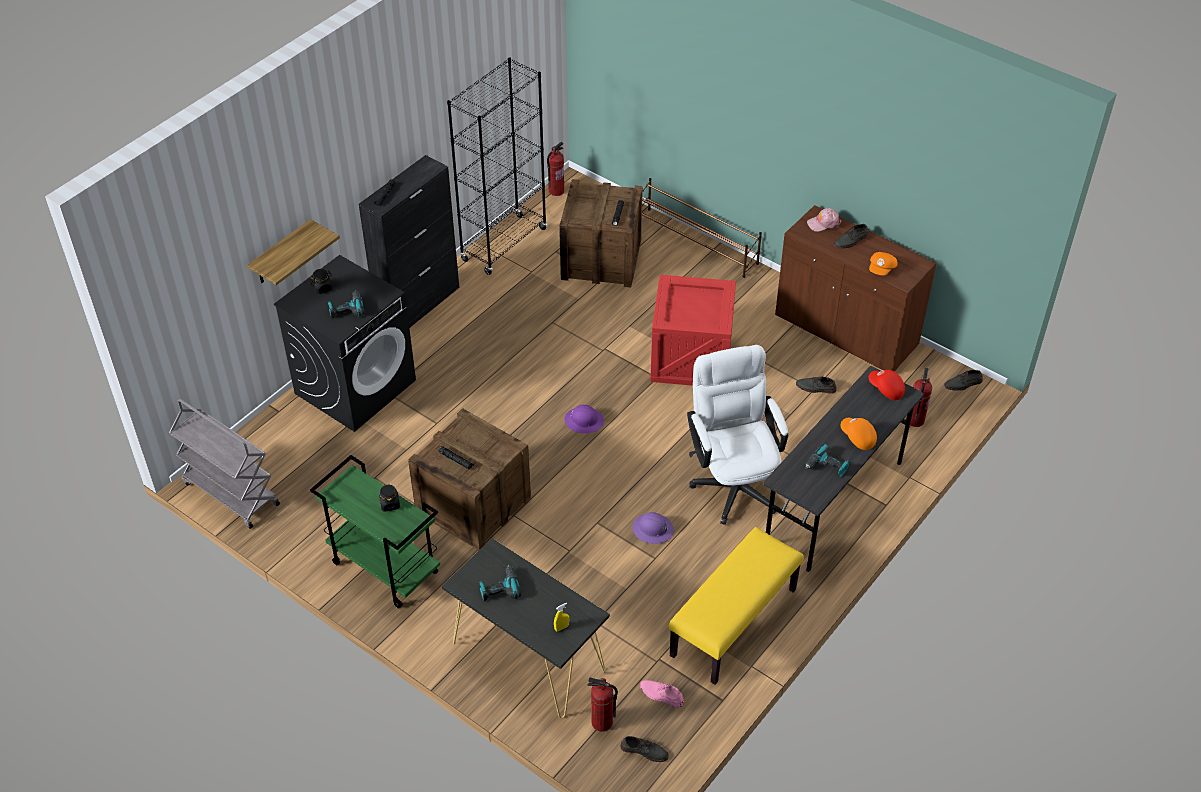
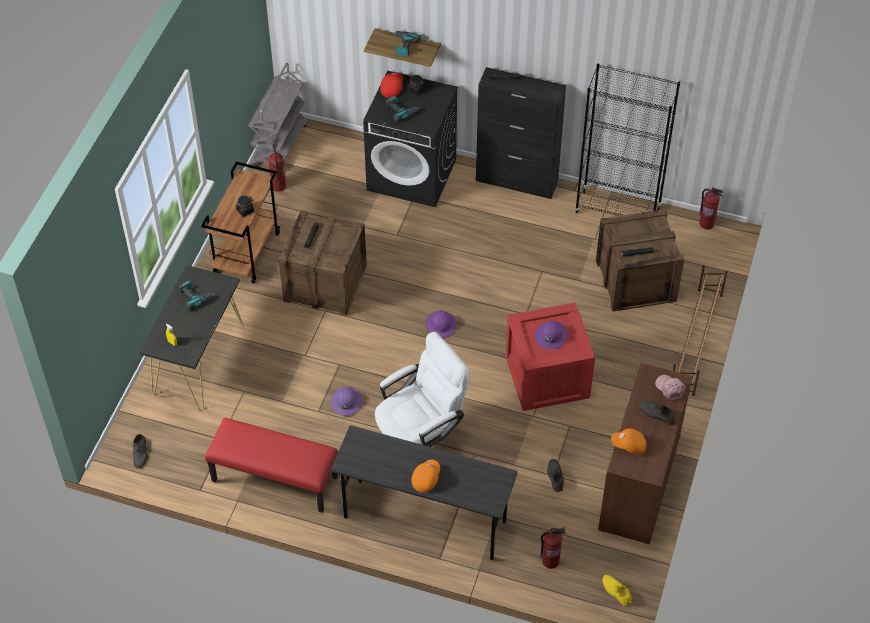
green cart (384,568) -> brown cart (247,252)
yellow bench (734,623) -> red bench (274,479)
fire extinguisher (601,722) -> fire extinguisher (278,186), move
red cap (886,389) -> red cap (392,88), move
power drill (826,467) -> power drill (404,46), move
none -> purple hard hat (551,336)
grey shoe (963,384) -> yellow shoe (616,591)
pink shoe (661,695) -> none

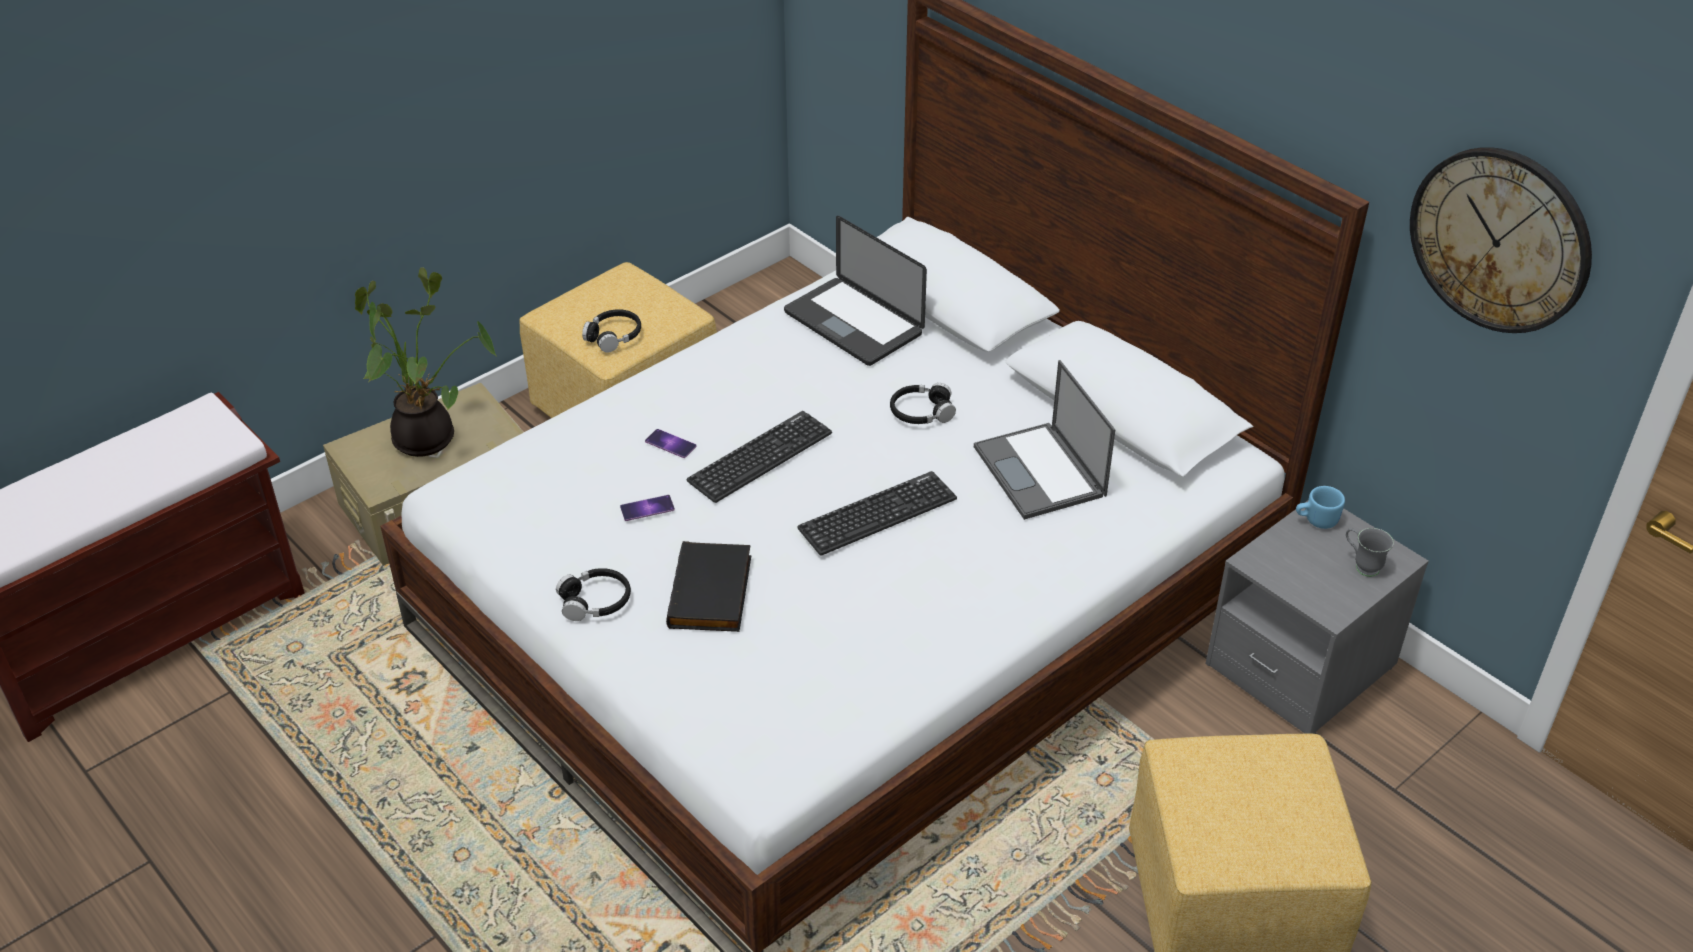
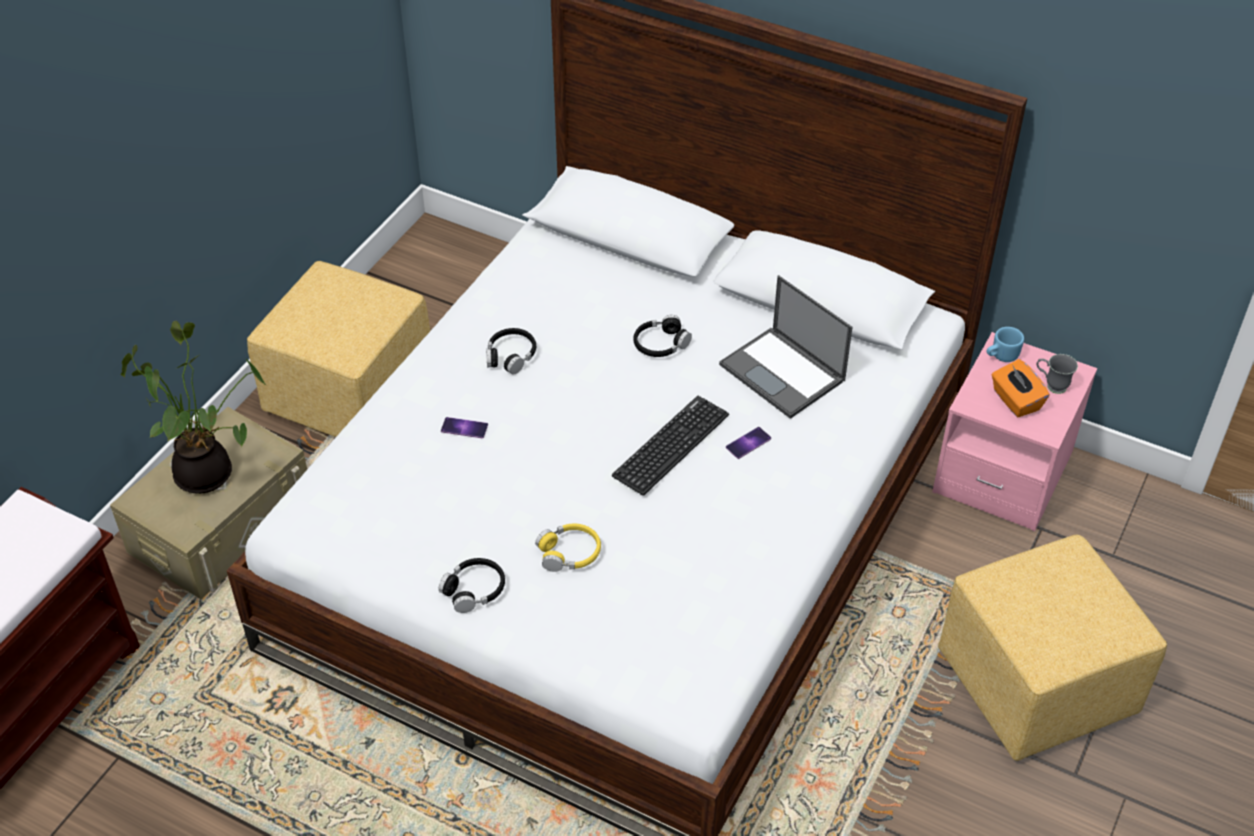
black headphones (614,336) -> black headphones (511,356), move
black book (713,592) -> yellow headphones (569,553)
phone (647,508) -> phone (748,443), move
grey nightstand (1300,665) -> pink nightstand (1002,473)
none -> orange tissue box (1015,401)
keyboard (760,457) -> none
laptop (853,323) -> none
wall clock (1500,239) -> none

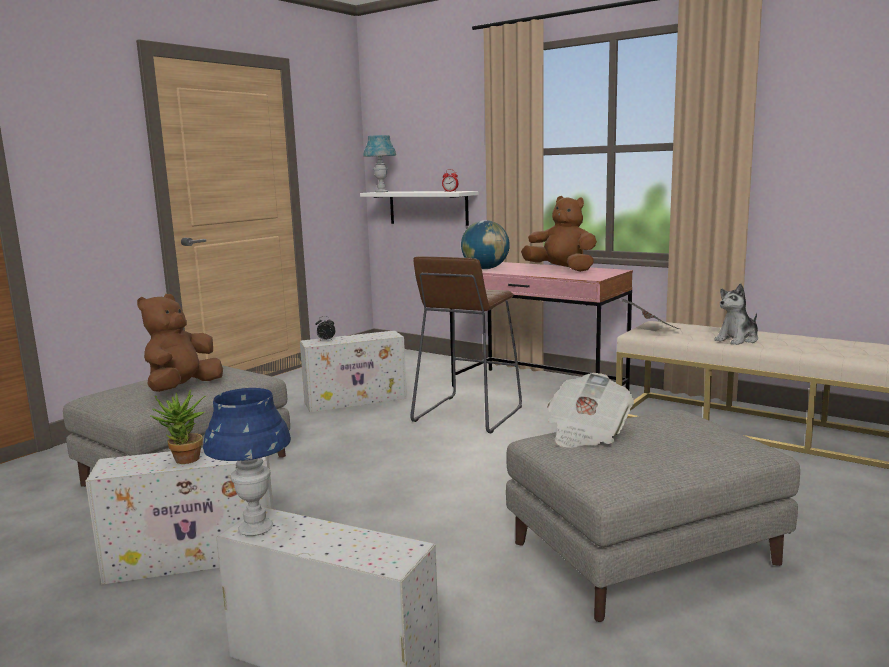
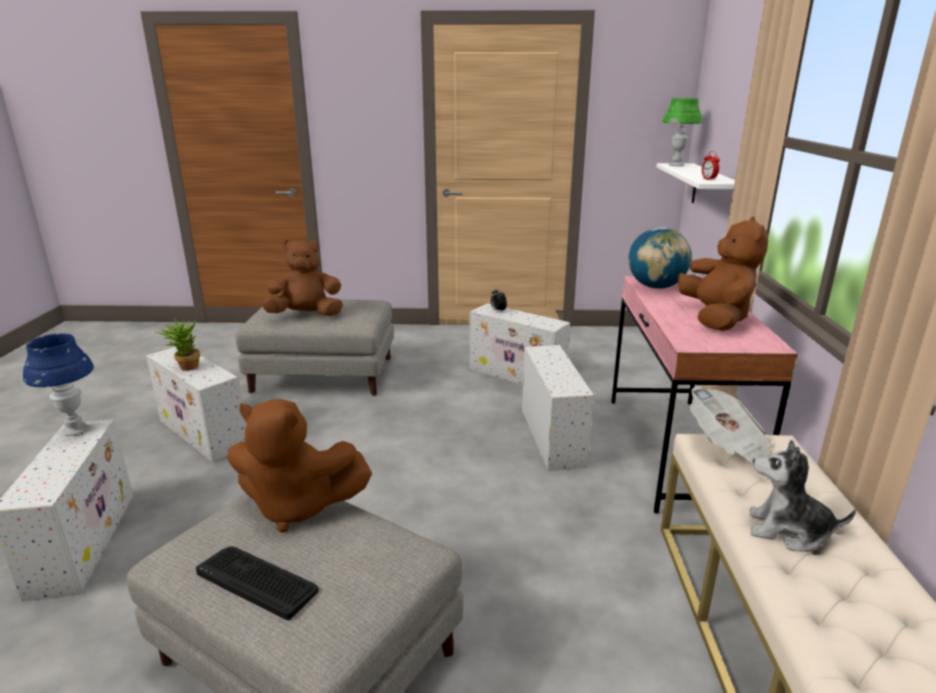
none -> keyboard (257,581)
newspaper (586,433) -> brown plush toy (297,506)
brown stool (467,414) -> white storage box (551,436)
blue table lamp (381,192) -> green table lamp (676,165)

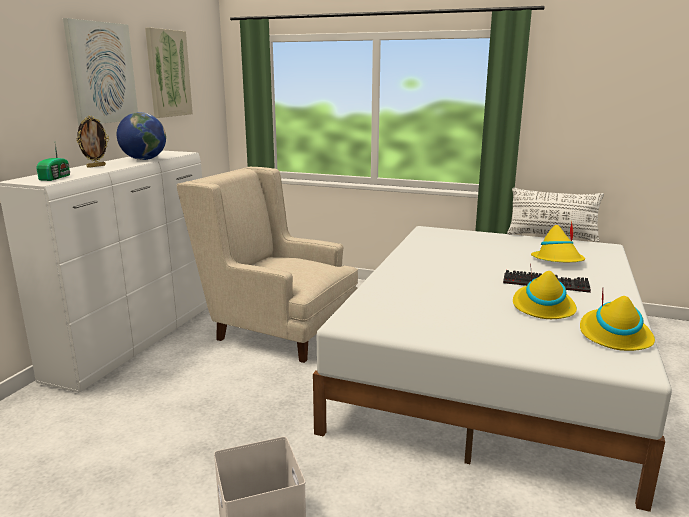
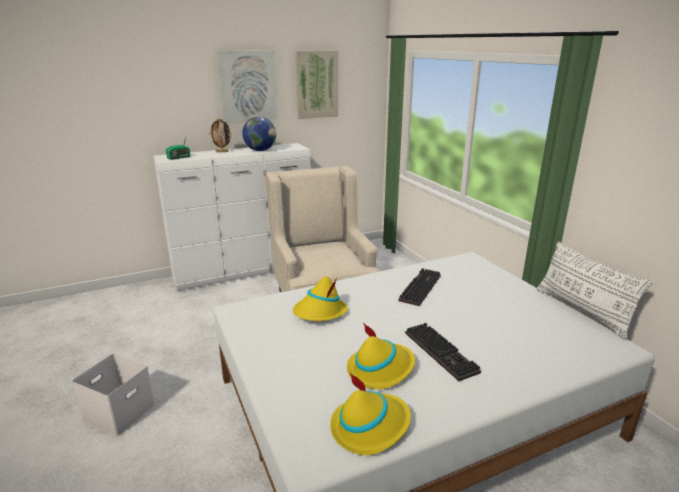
yellow hat (558,261) -> yellow hat (320,313), move
none -> keyboard (419,287)

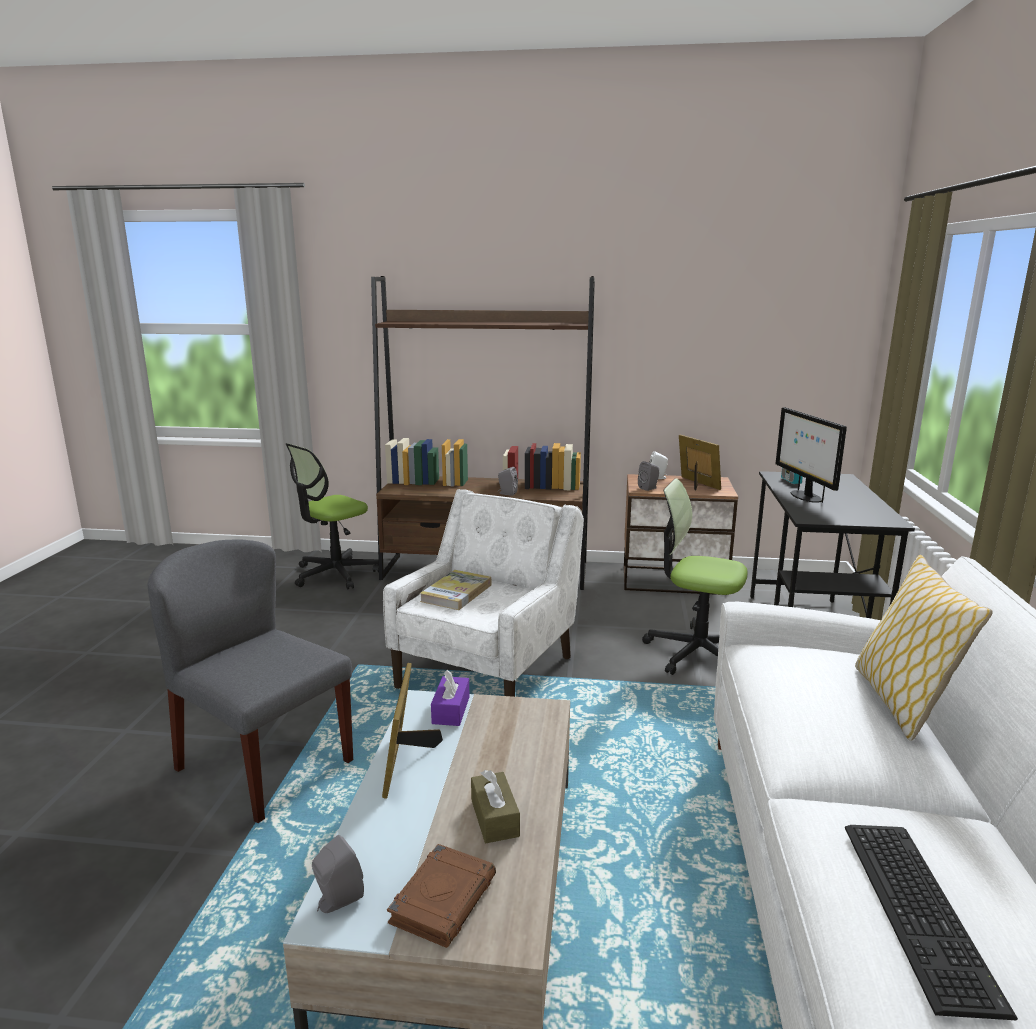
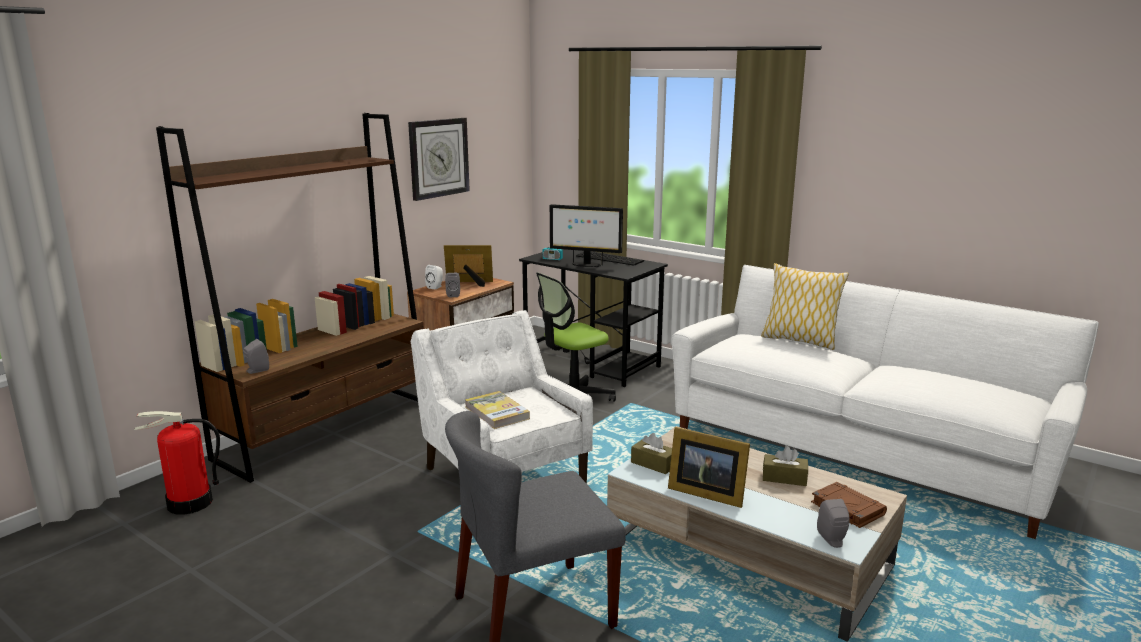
office chair (335,574) -> fire extinguisher (189,503)
grey speaker (506,493) -> grey speaker (256,370), move
none -> wall clock (438,158)
keyboard (921,908) -> keyboard (609,258), move
purple tissue box (451,710) -> brown tissue box (653,464)

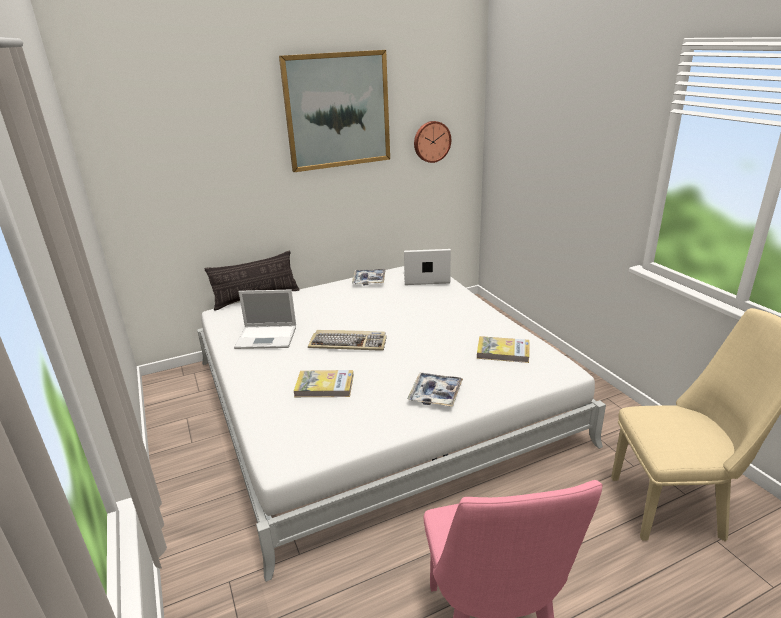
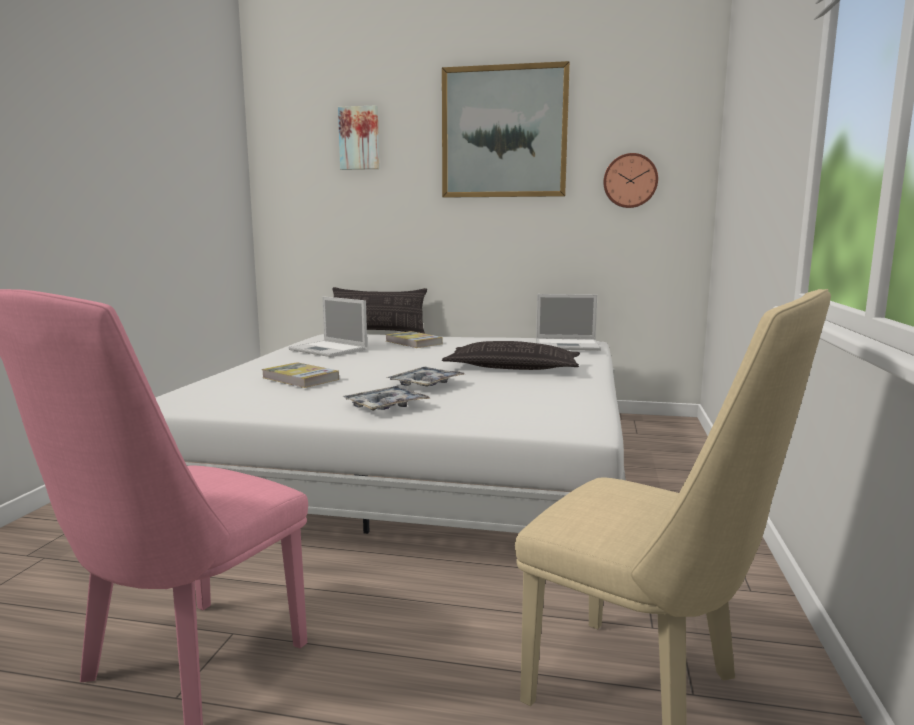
none -> picture (359,138)
book (503,352) -> book (413,342), move
tray (369,280) -> tray (425,384), move
none -> pillow (512,368)
laptop (425,278) -> laptop (568,345), 150 degrees clockwise
keyboard (349,343) -> none

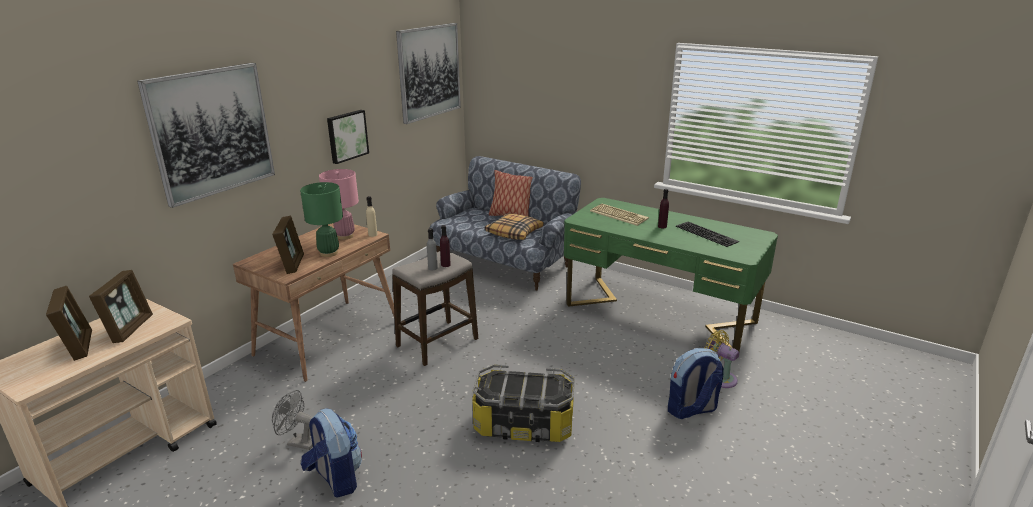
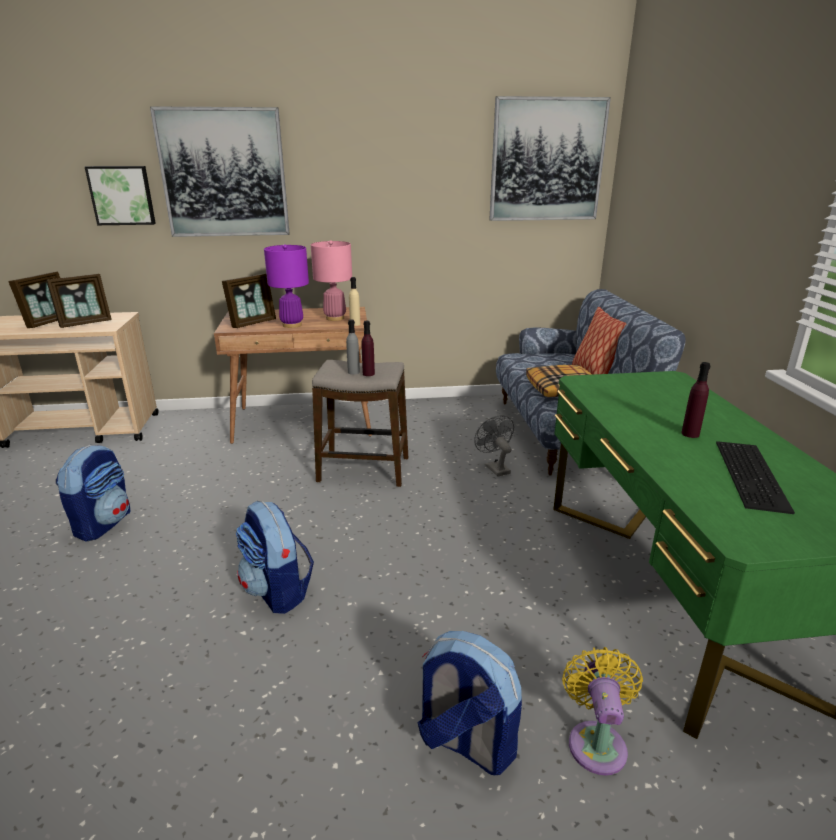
picture (346,136) -> picture (122,195), move
storage box (524,424) -> backpack (278,591)
green table lamp (329,253) -> purple table lamp (292,325)
grey fan (298,442) -> grey fan (494,467), move
keyboard (619,215) -> none

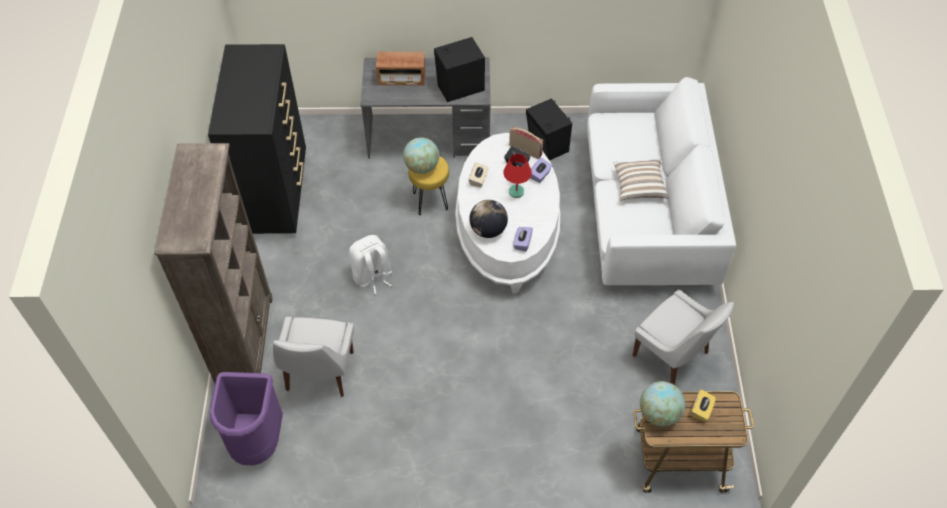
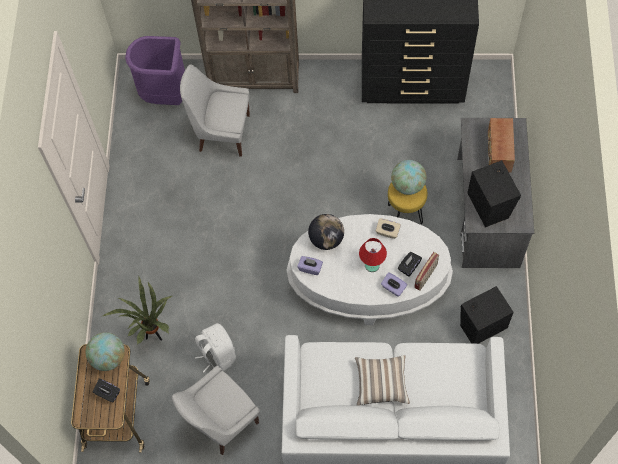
yellow tissue box (701,410) -> black tissue box (108,393)
none -> potted plant (153,335)
white backpack (372,275) -> white backpack (217,355), move

